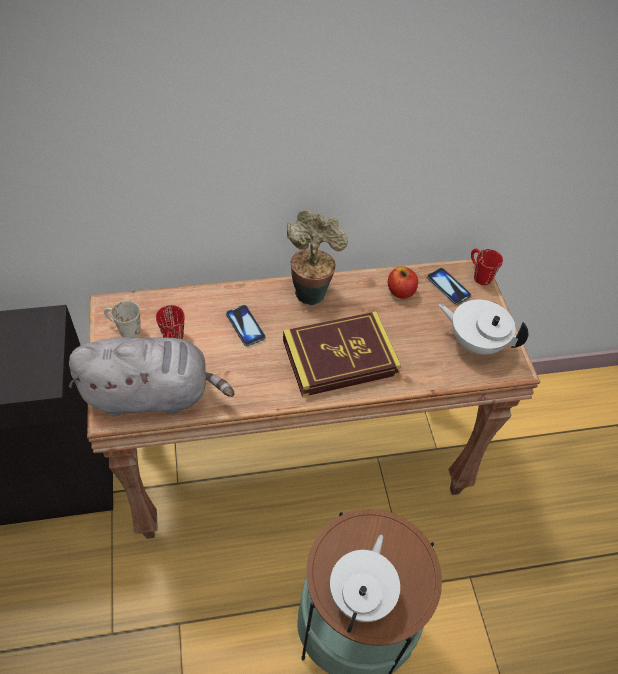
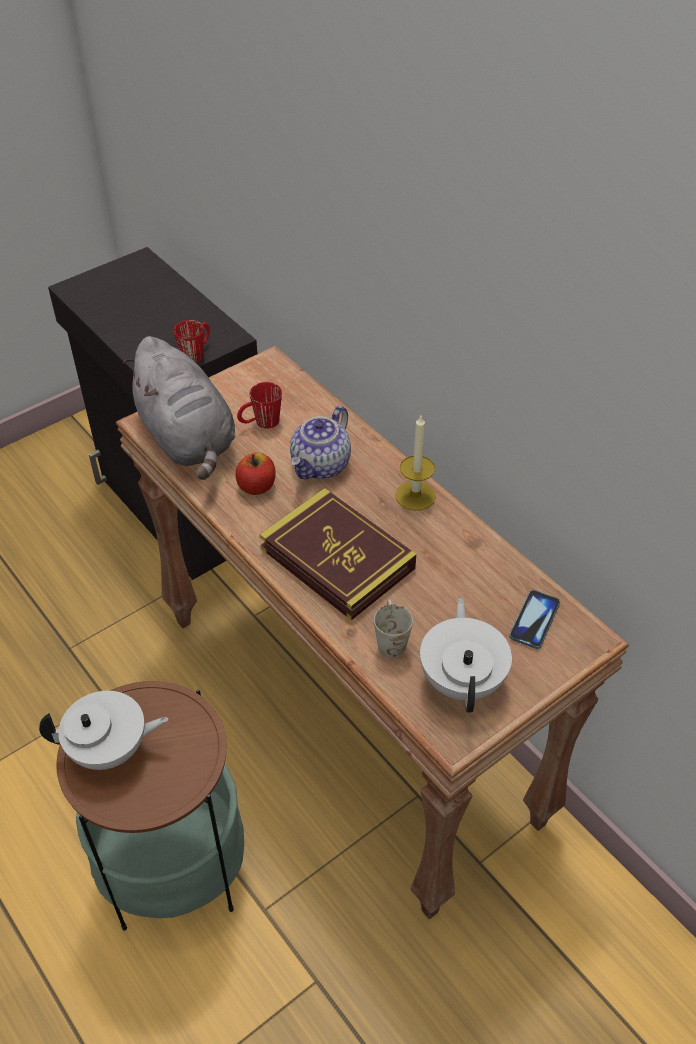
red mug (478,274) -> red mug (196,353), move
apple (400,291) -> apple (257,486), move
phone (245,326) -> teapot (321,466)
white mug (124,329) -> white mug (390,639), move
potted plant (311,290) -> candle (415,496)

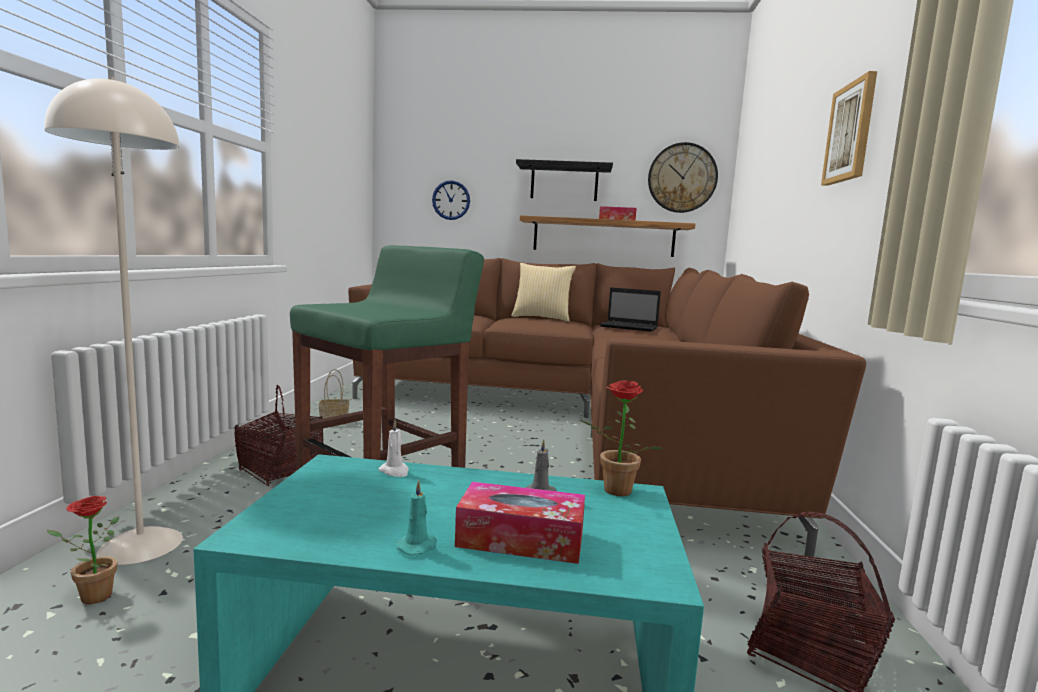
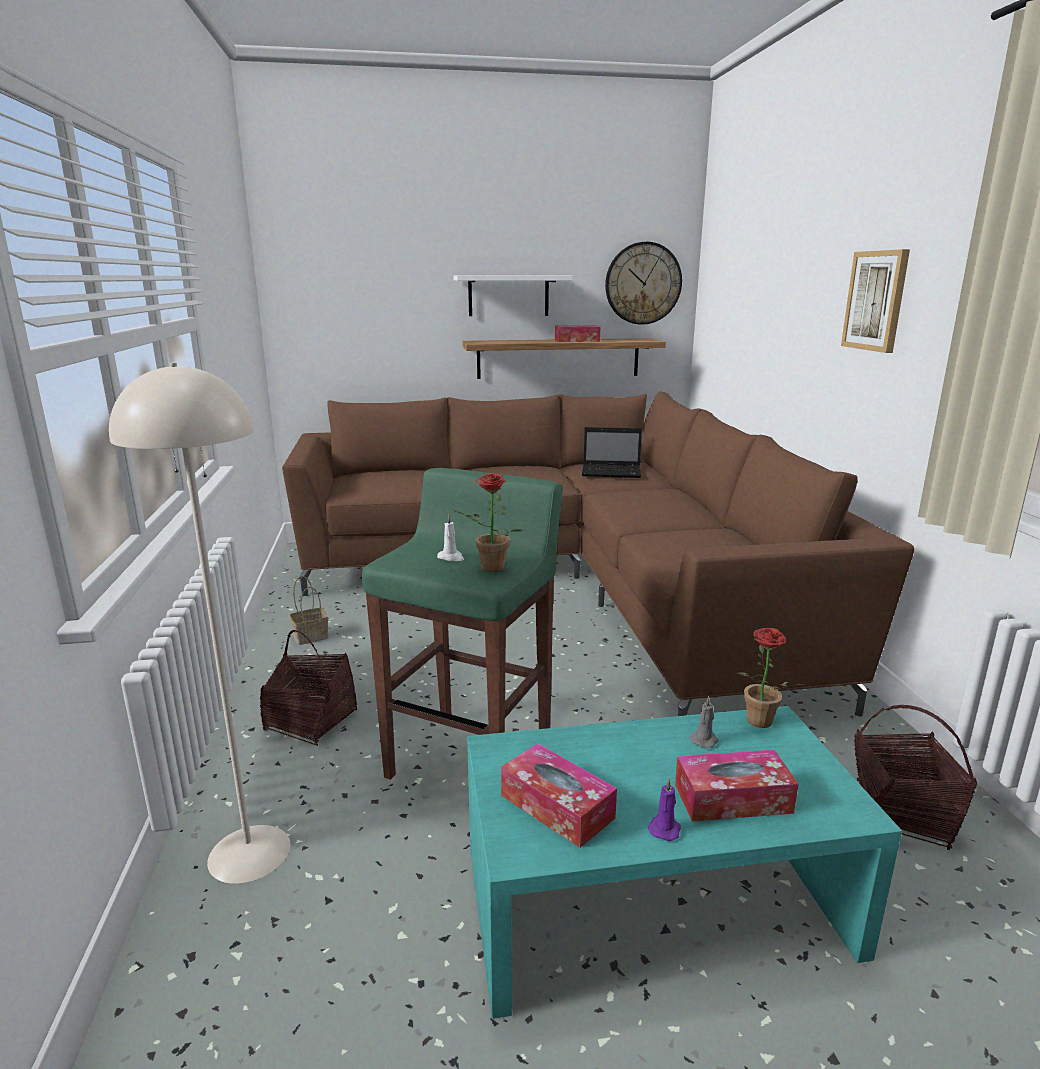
white candle (395,471) -> white candle (451,558), move
black shelf (564,183) -> white shelf (508,295)
potted plant (89,597) -> potted plant (488,569), move
none -> tissue box (557,807)
turquoise candle (418,546) -> purple candle (665,828)
wall clock (451,200) -> none
pillow (542,318) -> none

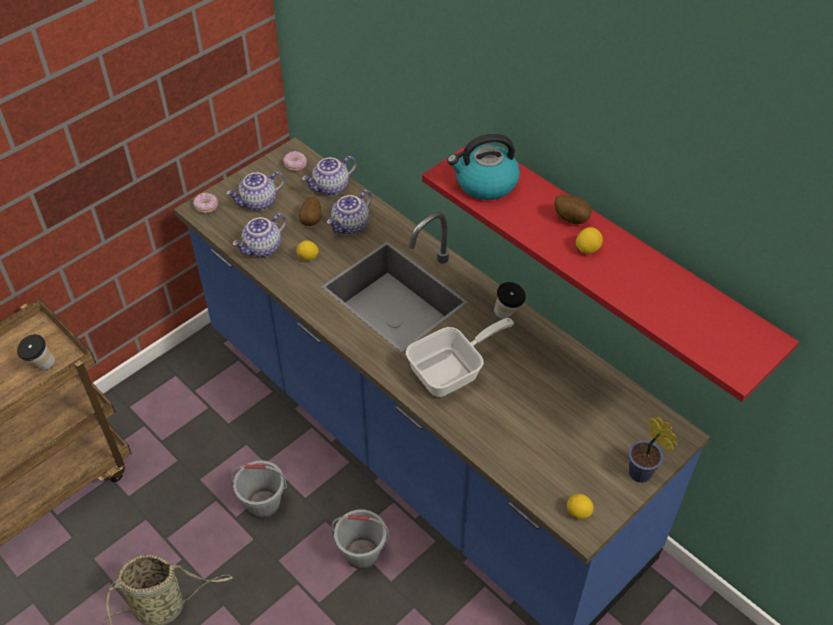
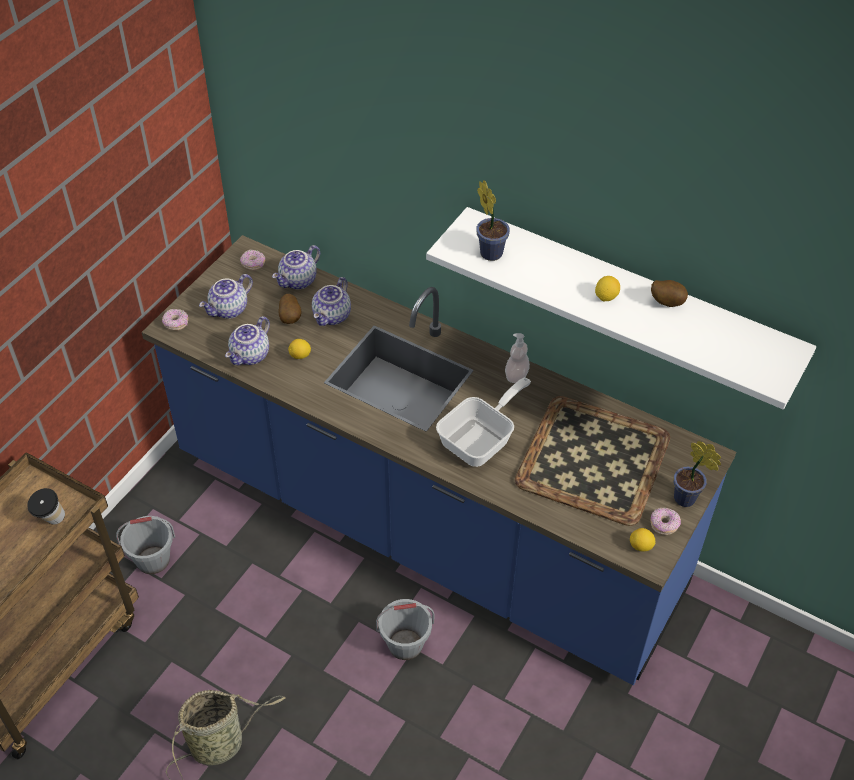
grey bucket (263,504) -> grey bucket (153,560), move
red shelf (618,255) -> white shelf (628,297)
kettle (485,183) -> potted plant (490,251)
cup (508,315) -> soap dispenser (516,375)
none -> tray (594,461)
none -> donut (664,525)
potato (571,219) -> potato (666,302), move

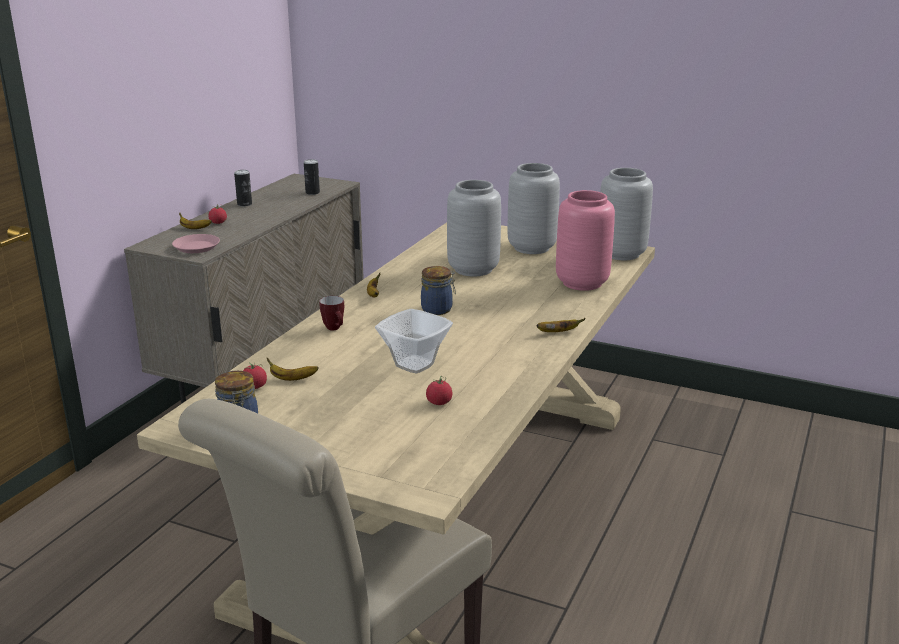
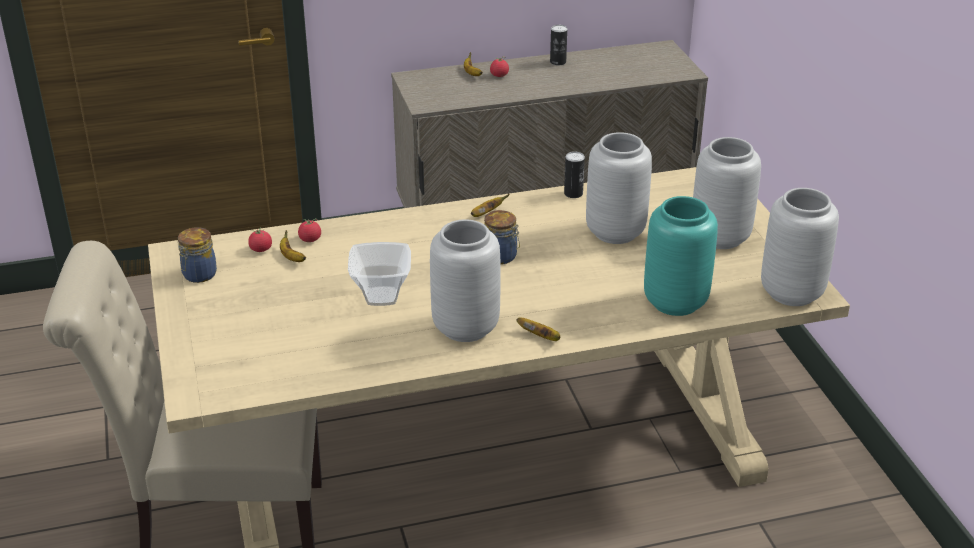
tomato (439,402) -> tomato (310,239), move
none -> grey vase (467,327)
can (312,193) -> can (573,194), move
pink vase (581,283) -> turquoise vase (674,301)
pink plate (196,247) -> none
mug (335,329) -> none

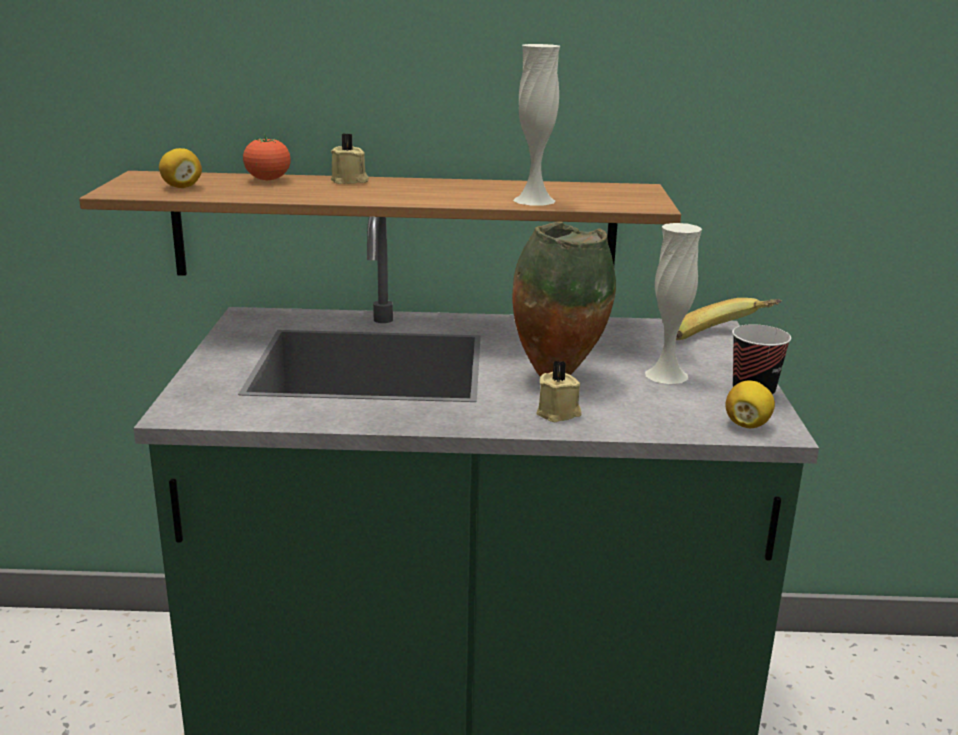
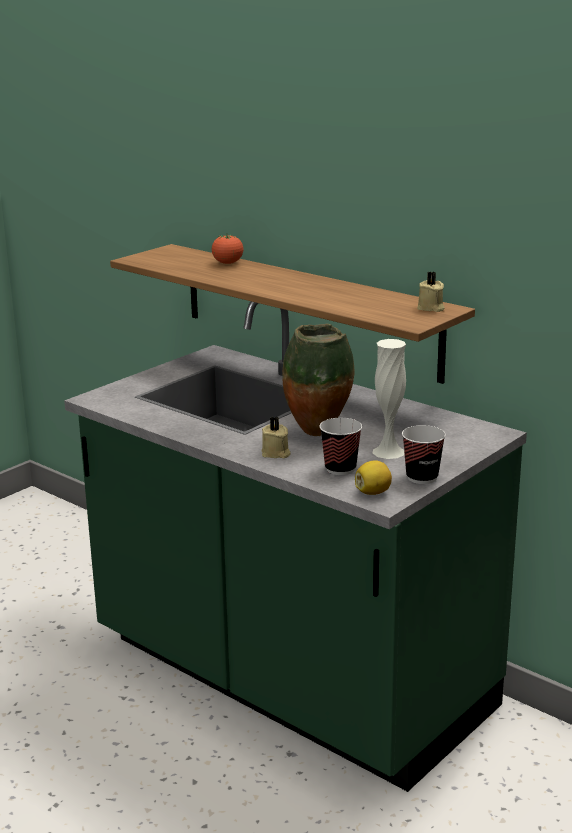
none -> cup (340,469)
beige candle (350,181) -> beige candle (431,308), move
lemon (181,187) -> none
white vase (534,200) -> none
banana (722,341) -> none

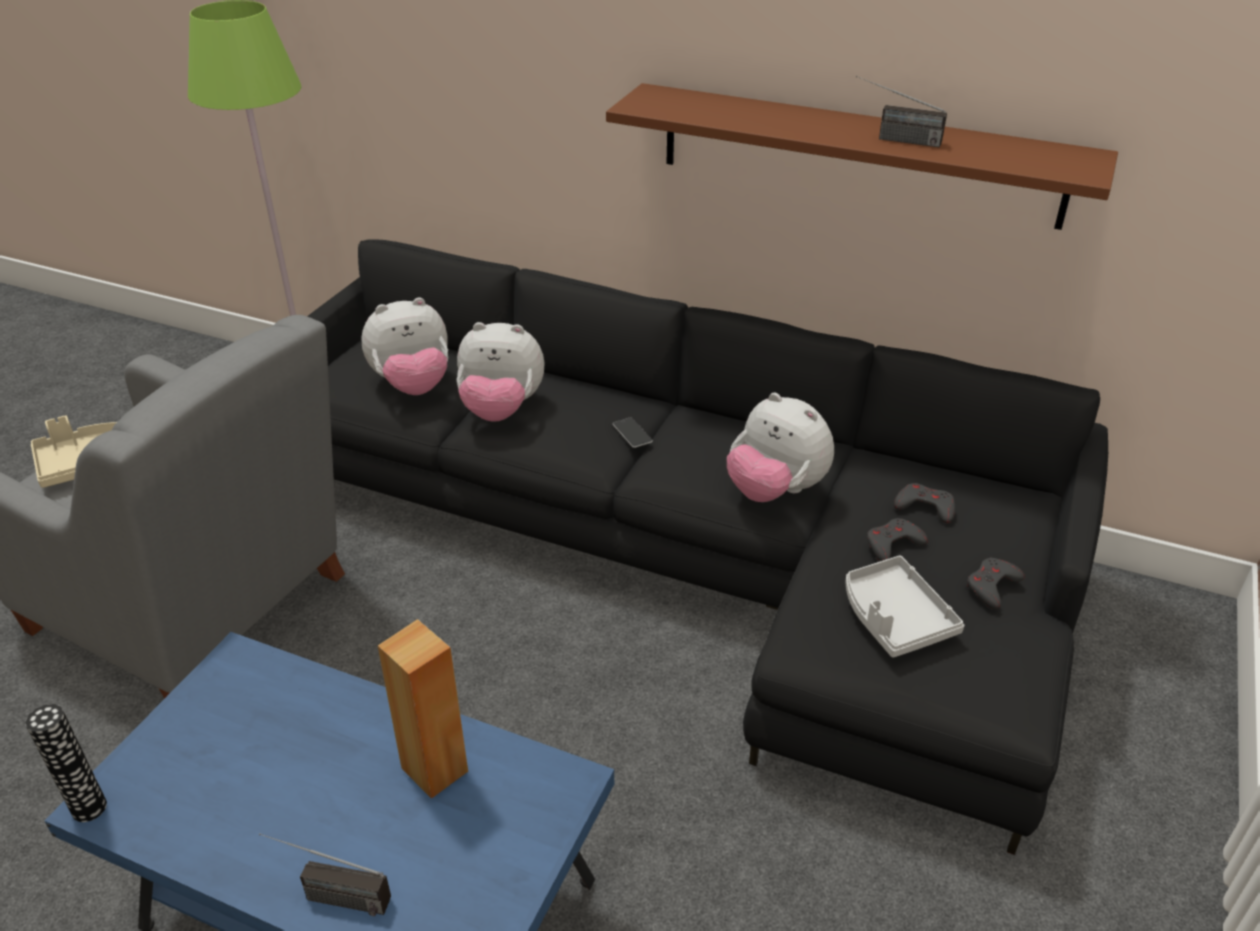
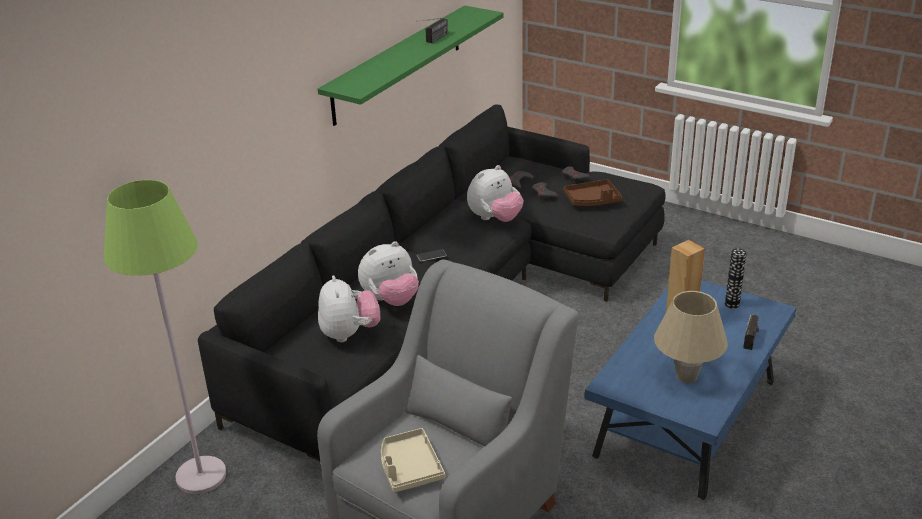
brown shelf (858,155) -> green shelf (398,64)
plush toy (501,410) -> plush toy (391,300), 45 degrees clockwise
grey tray (894,618) -> brown tray (592,200)
none -> beige table lamp (686,376)
vase (89,808) -> vase (732,304), move

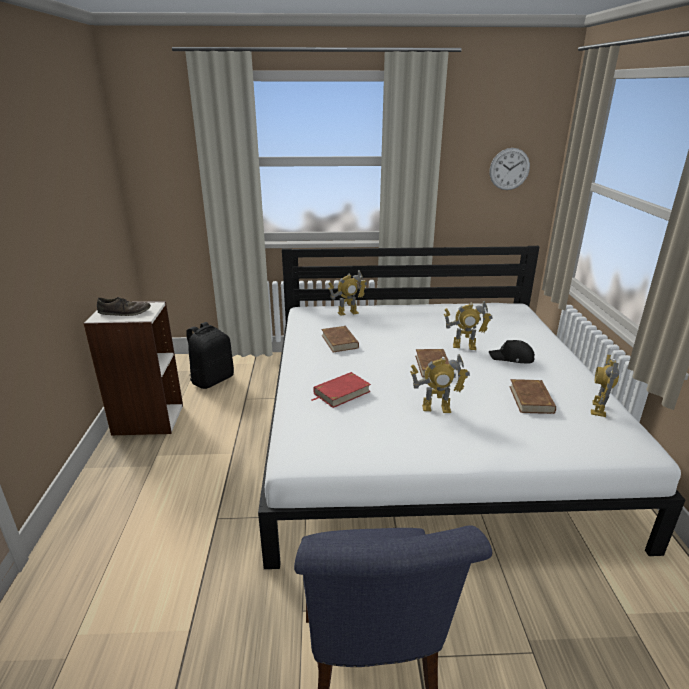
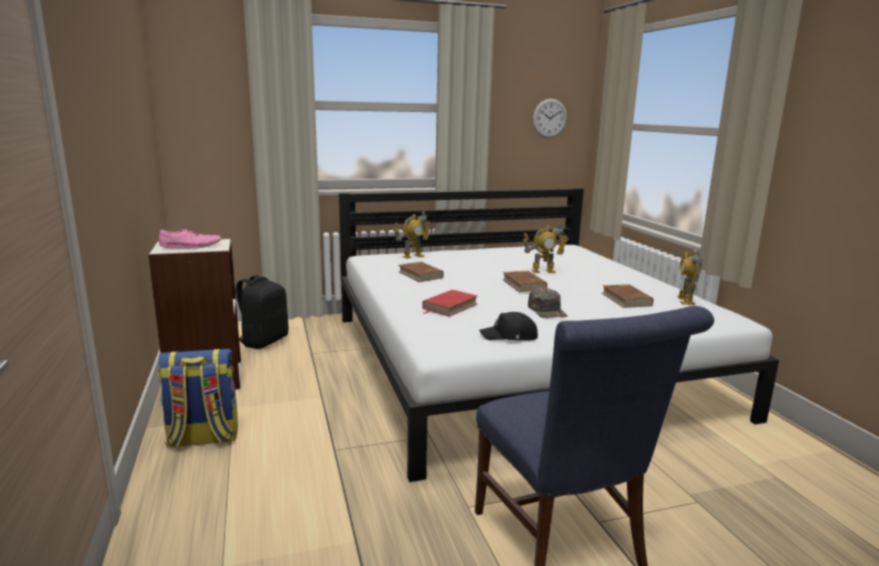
none -> backpack (203,438)
brown shoe (125,312) -> pink shoe (191,246)
black cap (512,358) -> black cap (510,336), move
toy robot (436,408) -> green cap (547,310)

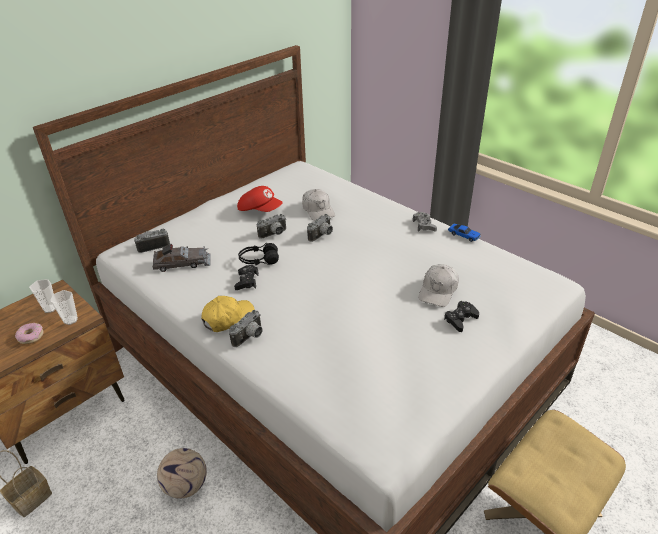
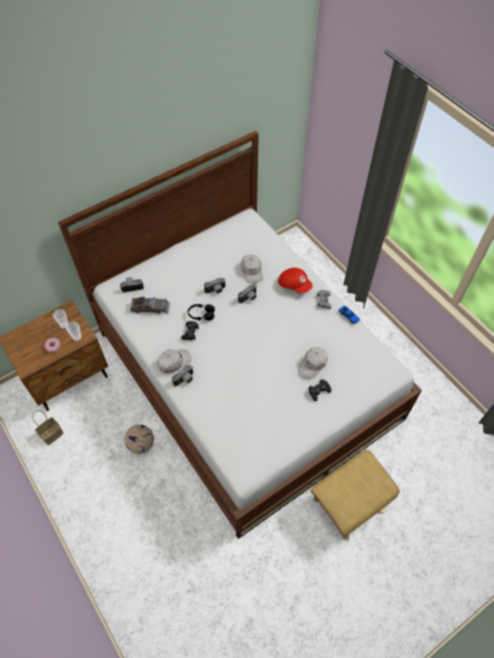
yellow cap (228,318) -> white cap (174,362)
red cap (260,210) -> red cap (294,284), move

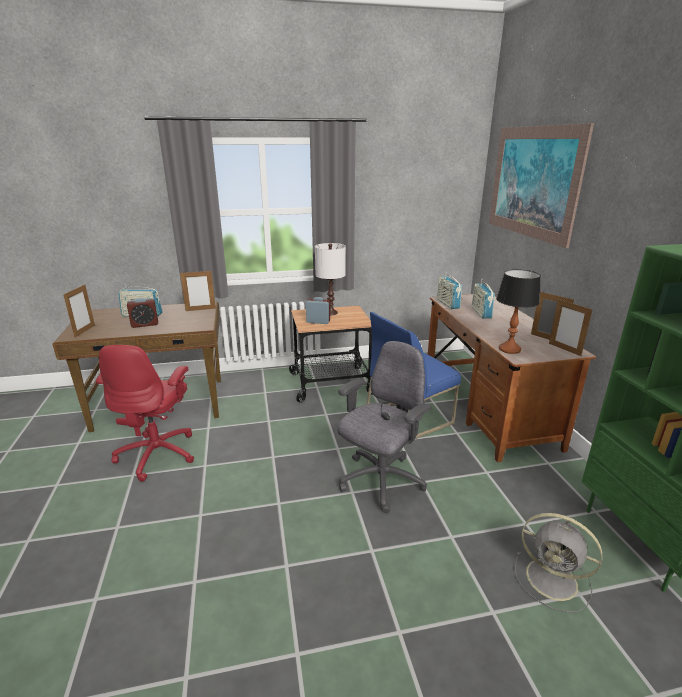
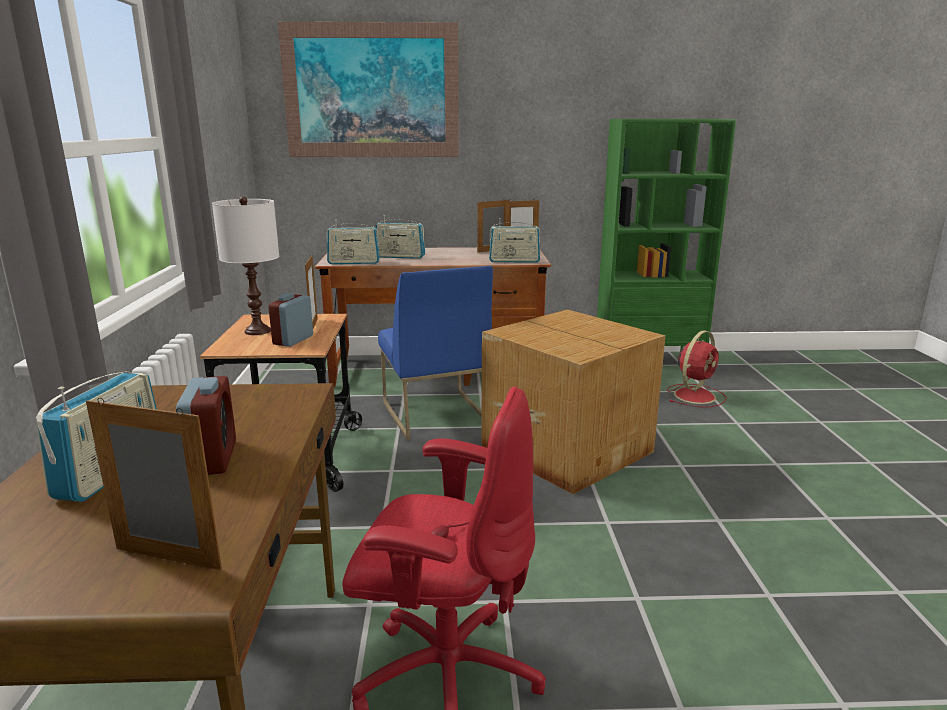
picture frame (200,309) -> picture frame (314,325), move
grey office chair (380,481) -> cardboard box (566,447)
table lamp (510,349) -> radio (514,261)
grey fan (554,580) -> red fan (695,395)

